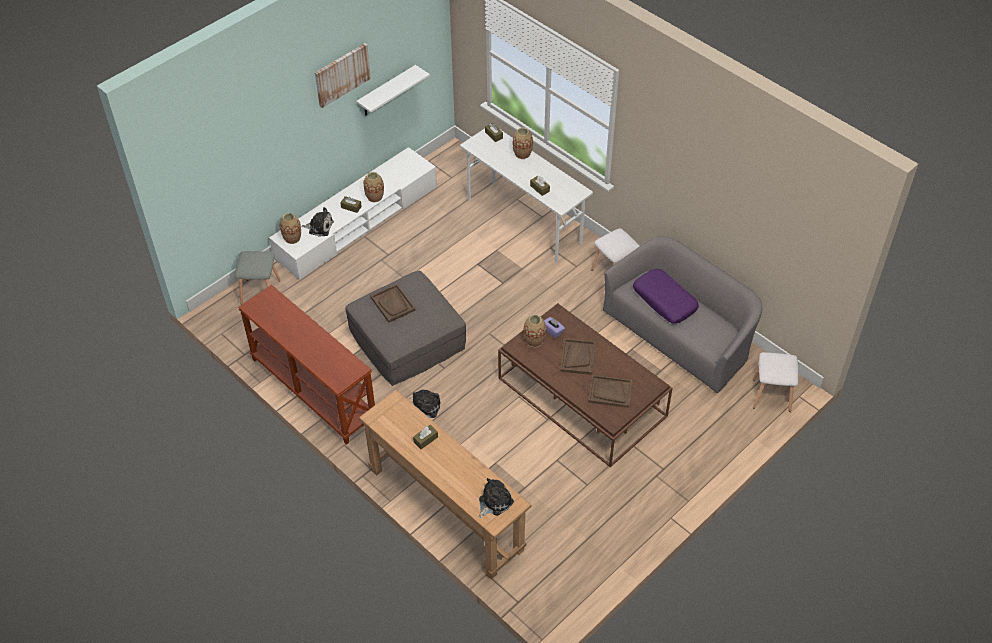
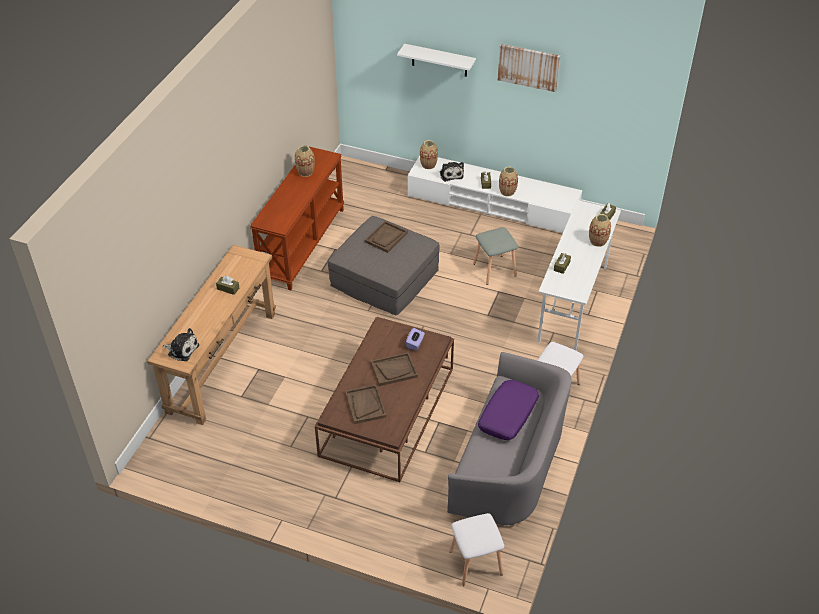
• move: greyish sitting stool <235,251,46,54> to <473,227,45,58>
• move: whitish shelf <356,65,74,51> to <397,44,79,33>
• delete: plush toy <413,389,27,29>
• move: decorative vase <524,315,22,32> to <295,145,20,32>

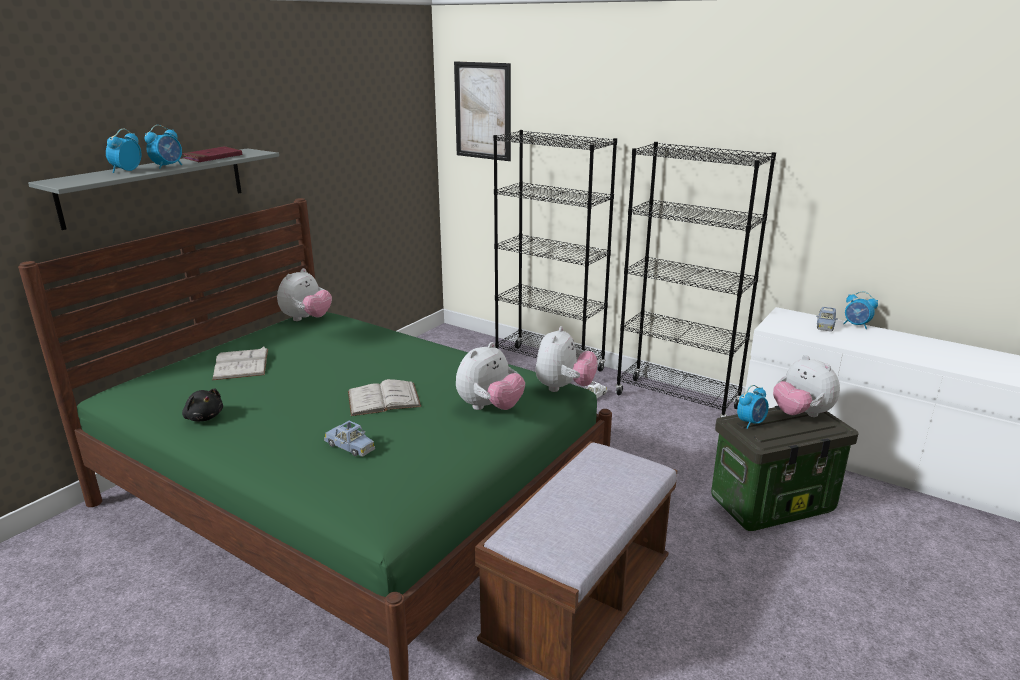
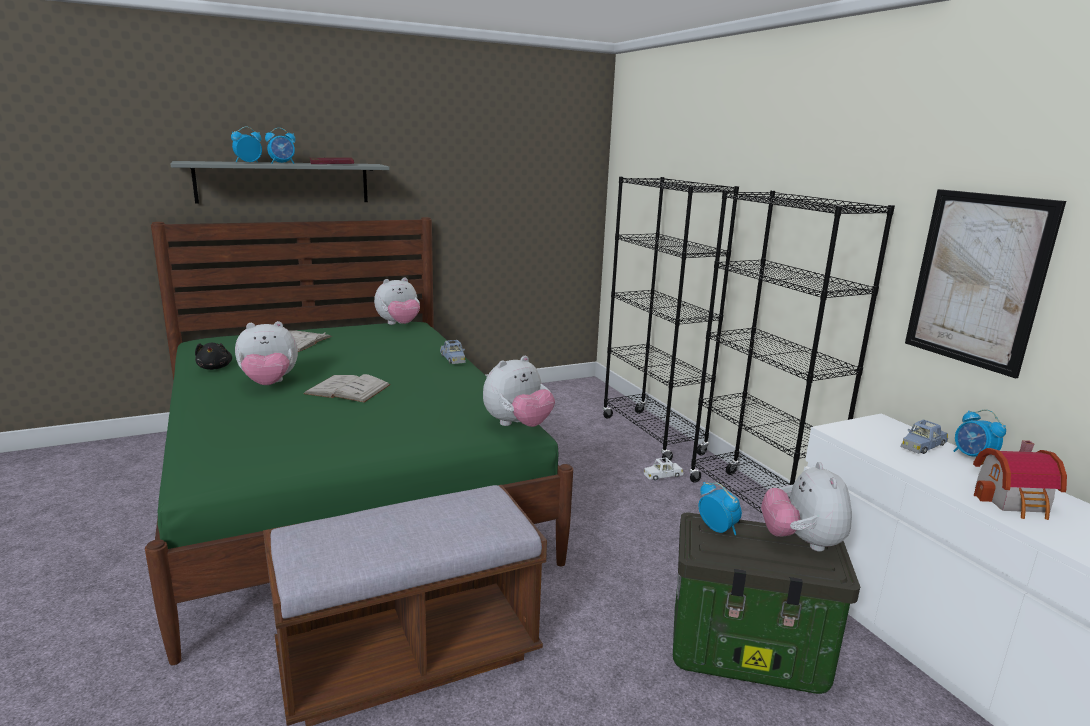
• move: blue-coloured miniature car <324,421,51,36> to <440,340,26,24>
• move: picture <454,61,57,100> to <905,189,161,190>
• move: plush toy <456,342,69,68> to <235,321,63,64>
• rotate: table clock <737,385,32,44> = <699,482,43,53> 120 degrees counterclockwise
• insert: miniature house <973,440,94,80>

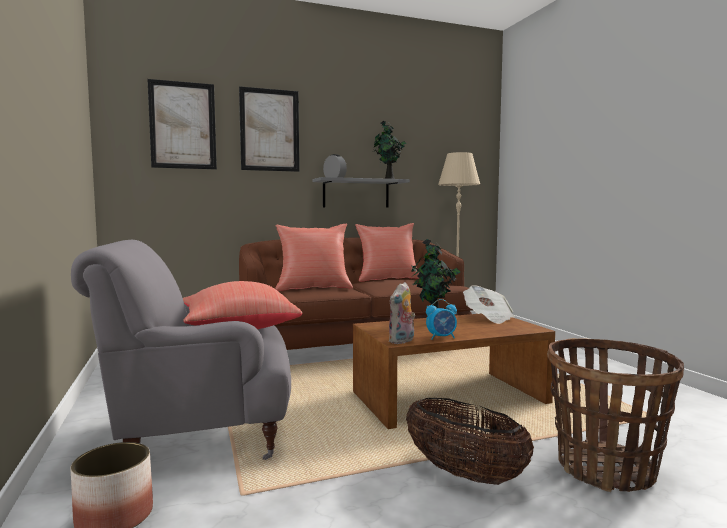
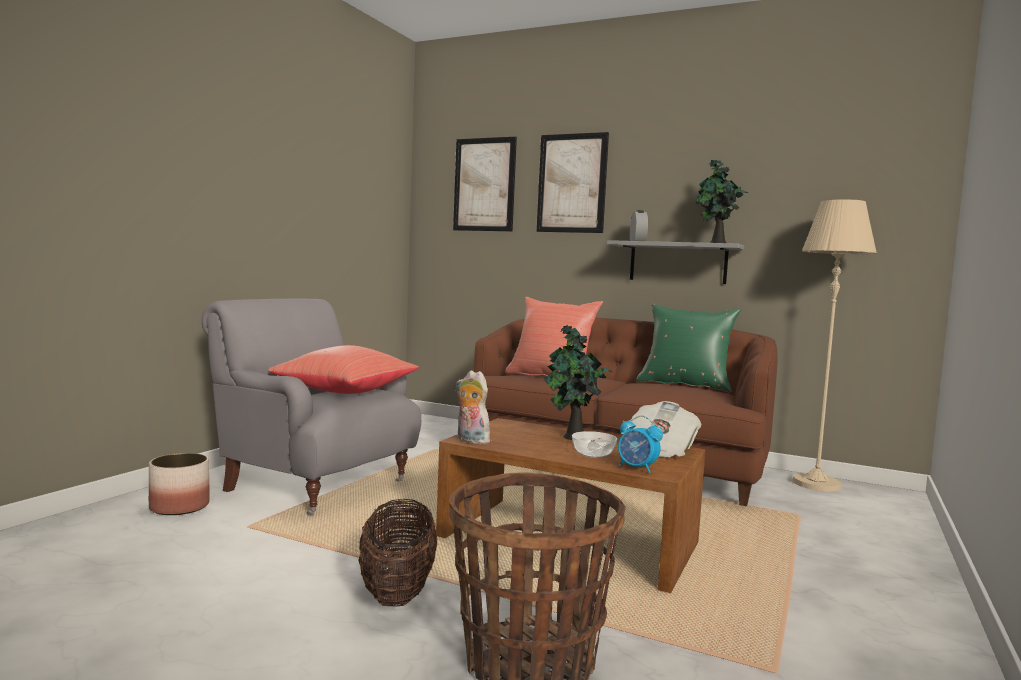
• recolor: reddish cushion <355,223,64,59> to greenish cushion <636,304,105,89>
• rotate: plush toy <389,282,26,62> = <455,370,35,74> 45 degrees clockwise
• move: table clock <426,299,31,40> to <618,416,45,57>
• insert: serving bowl <572,431,45,27>

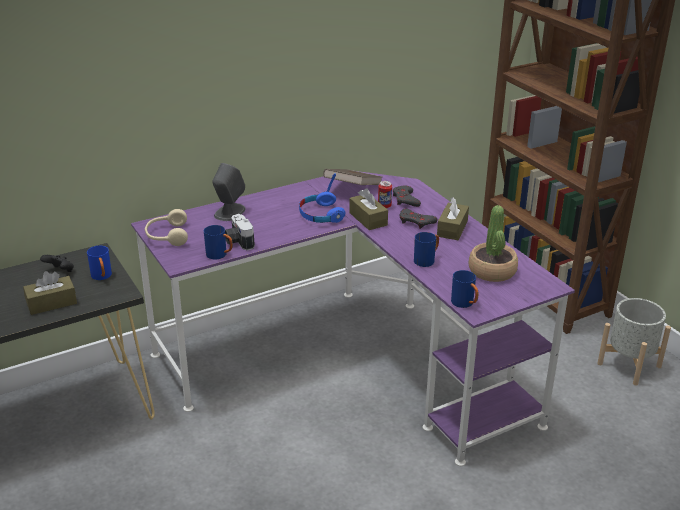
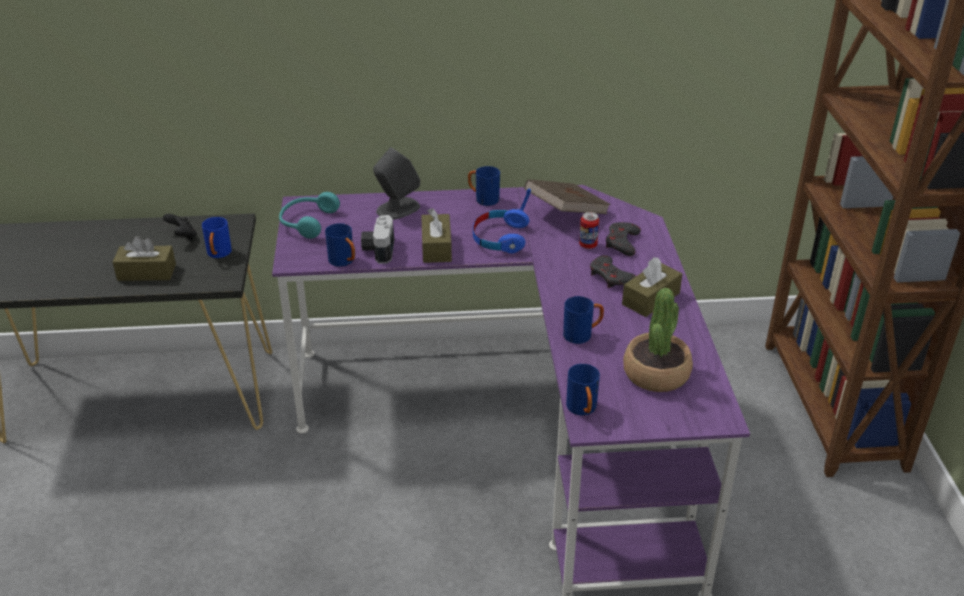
• recolor: beige-coloured headphones <145,209,43,37> to blue-green headphones <279,192,61,47>
• move: brownish tissue box <349,188,39,42> to <421,208,31,55>
• delete: greyish planter <597,298,74,87>
• insert: blue-coloured tea mug <468,166,32,40>

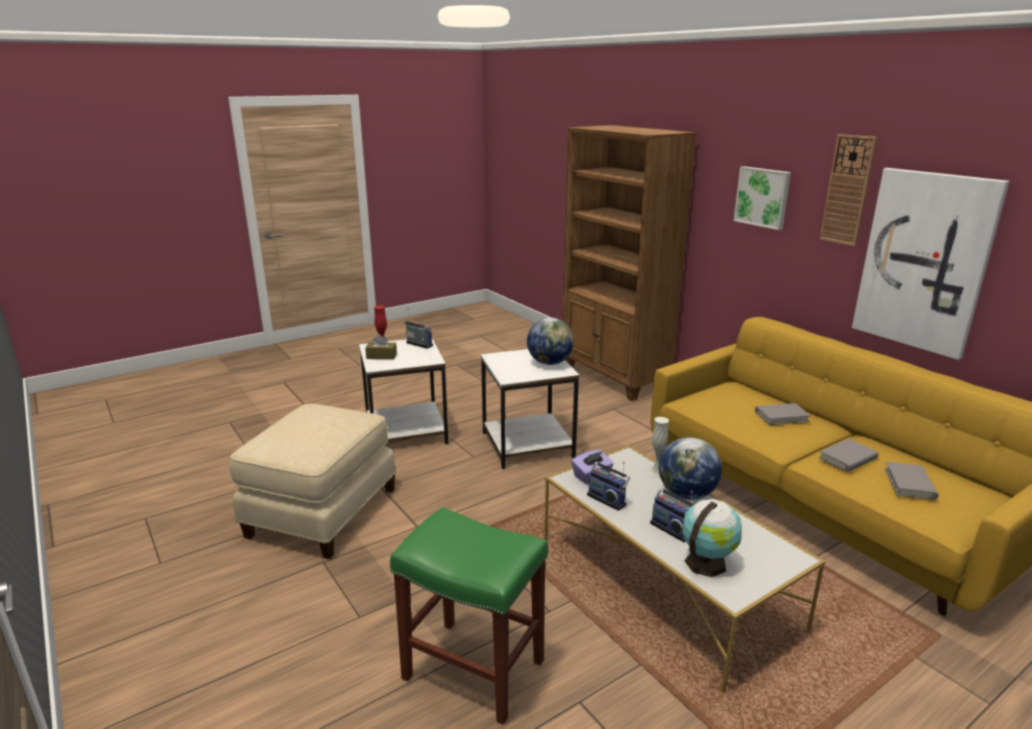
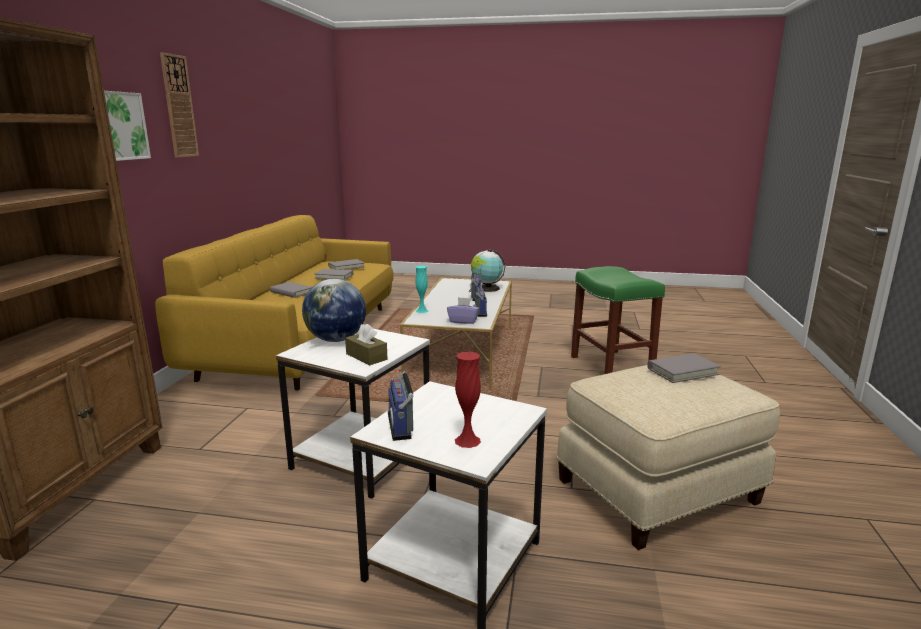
• move: brownish tissue box <365,334,32,25> to <345,323,42,42>
• recolor: whitish decorative vase <649,417,20,59> to blue-green decorative vase <415,266,14,47>
• delete: globe <659,437,63,63>
• delete: picture <852,168,158,192>
• insert: greyish volume <647,353,74,30>

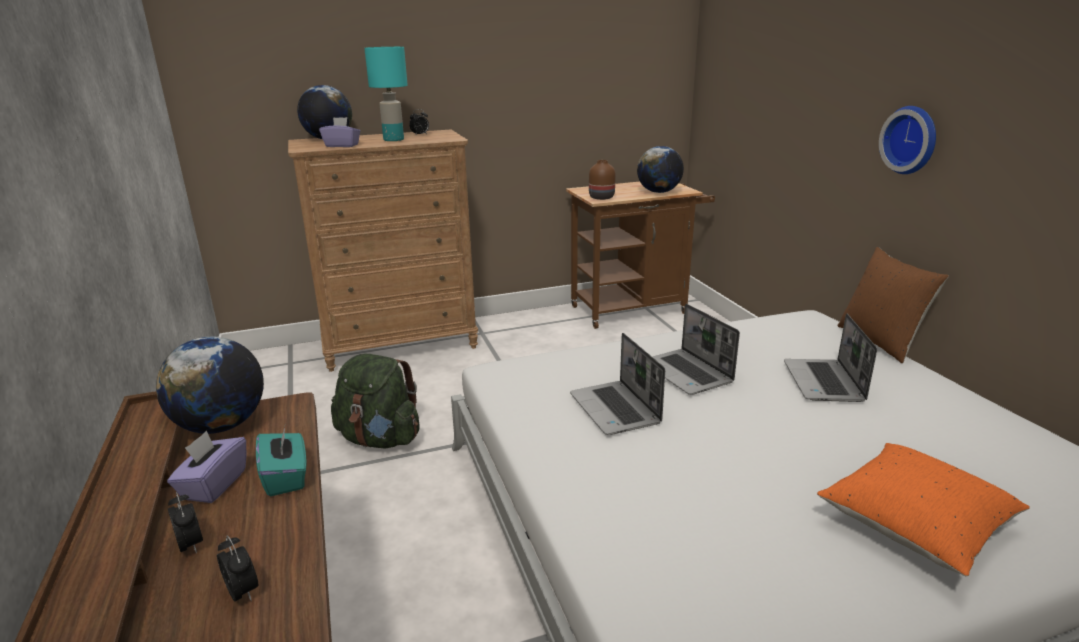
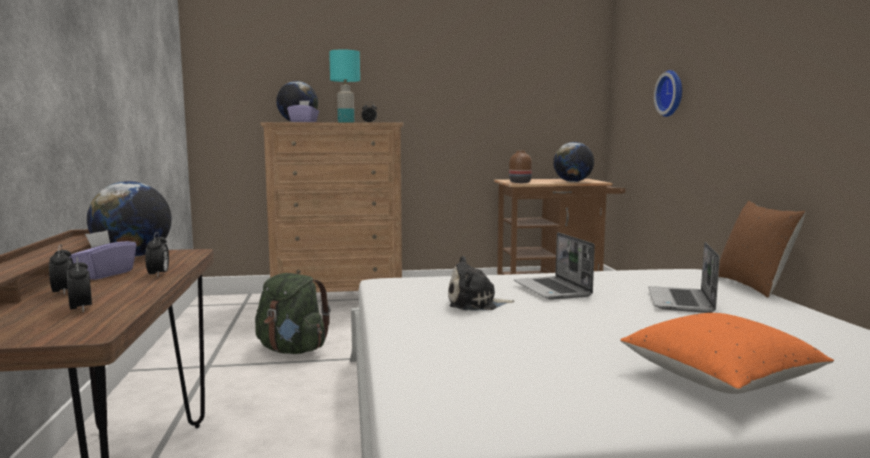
• replace: blue-green tissue box <256,427,51,69> to table clock <145,232,24,44>
• replace: notebook computer <570,333,95,102> to plush toy <448,256,67,54>
• move: hanging clock <879,106,57,68> to <654,70,28,47>

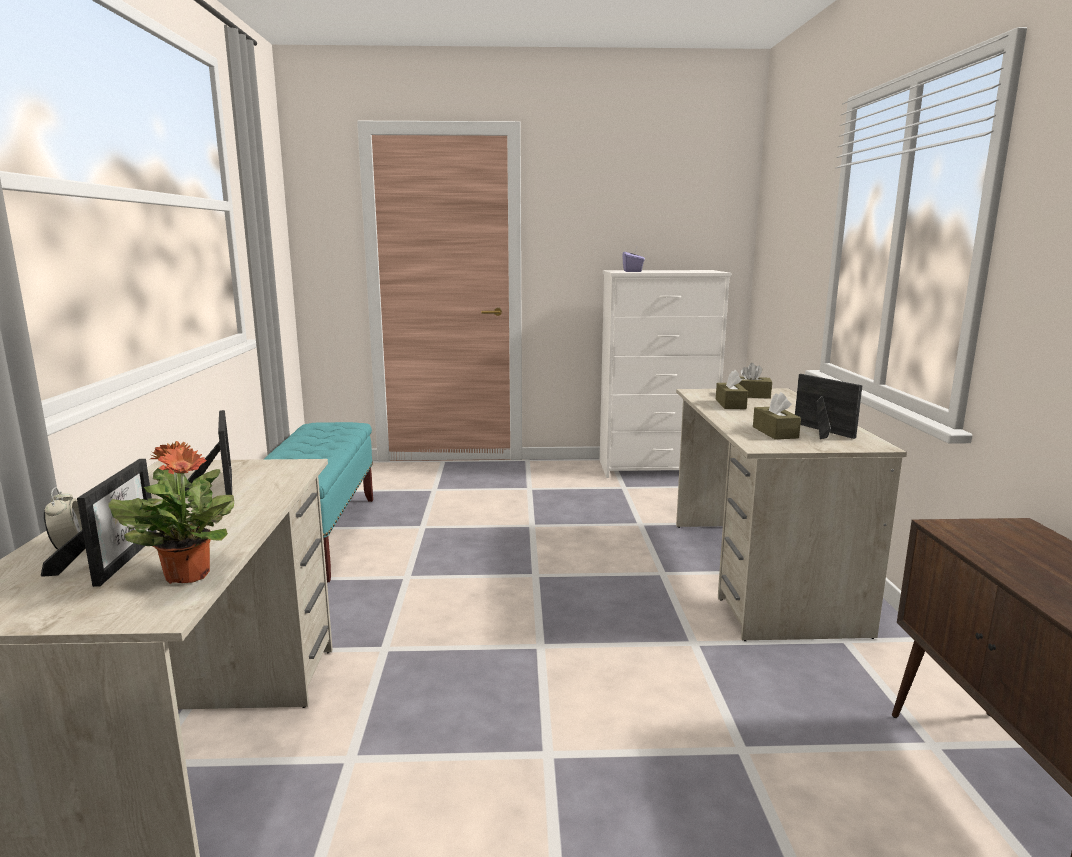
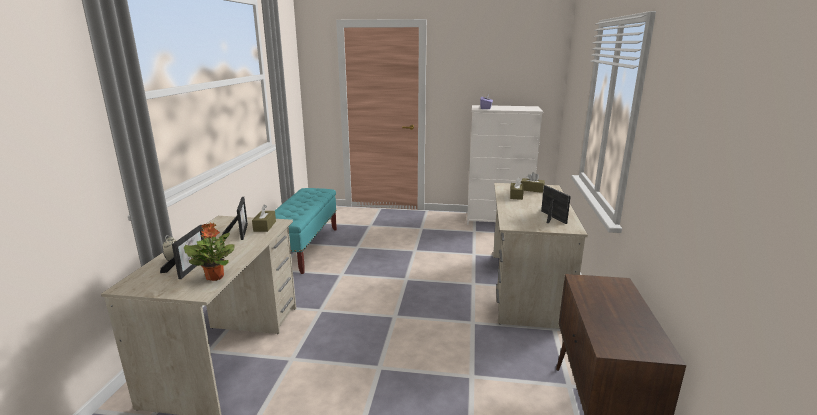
• move: brownish tissue box <753,392,48,48> to <252,204,24,28>

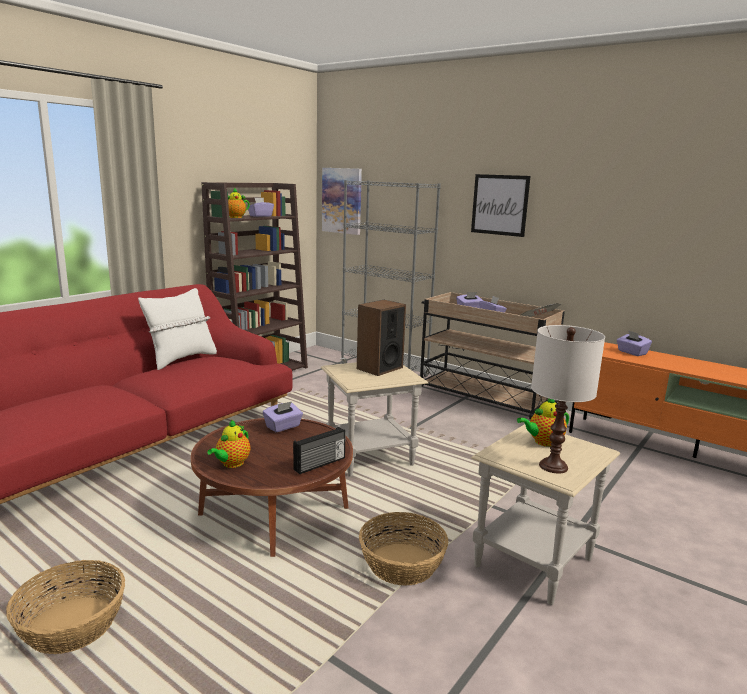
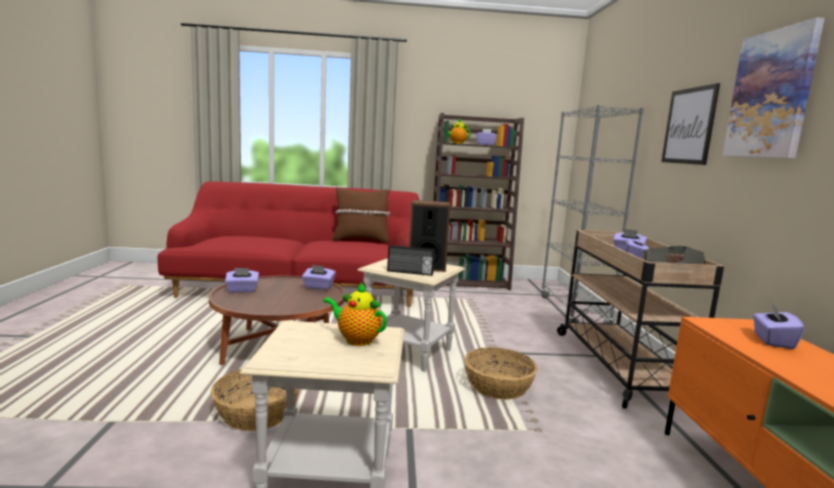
• move: storage basket <6,560,119,94> to <464,347,74,53>
• recolor: whitish cushion <138,288,79,82> to brownish cushion <333,187,57,56>
• replace: teapot <207,420,43,48> to purple tissue box <225,268,34,24>
• move: radio <293,427,53,47> to <387,245,48,31>
• move: picture <322,168,40,67> to <722,17,103,141>
• delete: whitish lamp for a table <531,325,74,148>

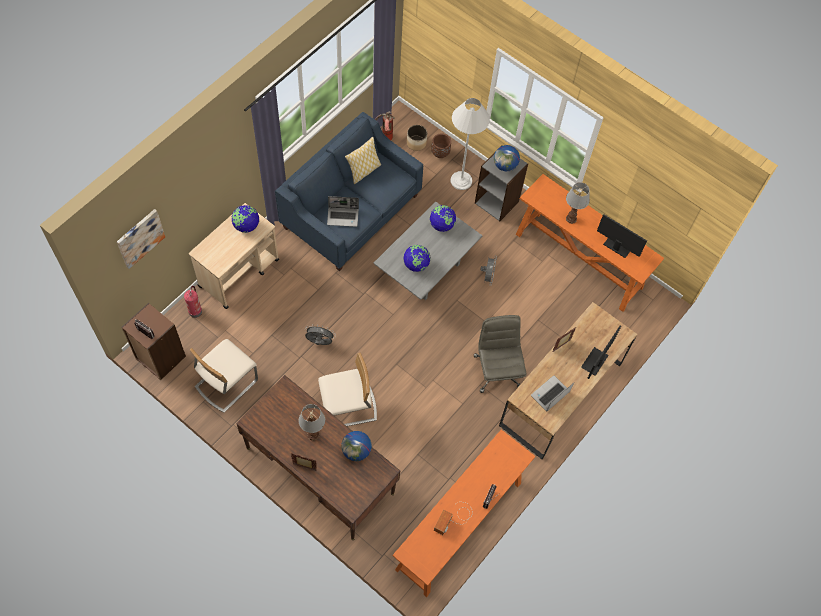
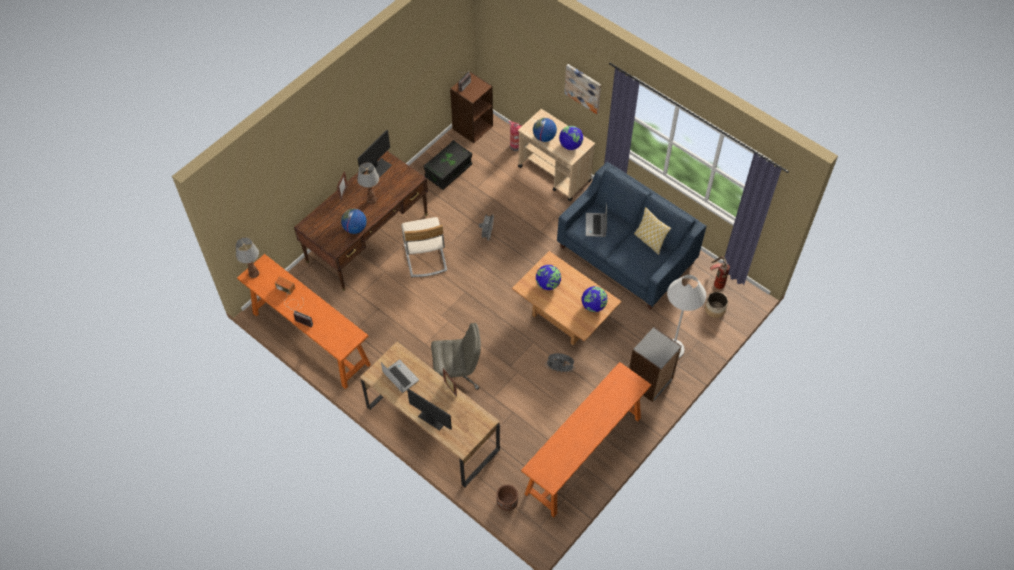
• move: picture <117,209,48,60> to <564,64,37,50>
• replace: beige-coloured plain chair <190,339,68,74> to black-coloured storage bin <423,140,49,50>
• recolor: greyish coffee table <374,201,109,99> to brownish coffee table <512,251,110,94>
• move: brownish planter <431,133,20,25> to <496,485,22,26>
• move: globe <494,145,26,26> to <533,118,24,24>
• move: lamp for a table <566,182,24,42> to <236,238,23,40>
• move: monitor <597,214,50,44> to <357,130,35,48>

